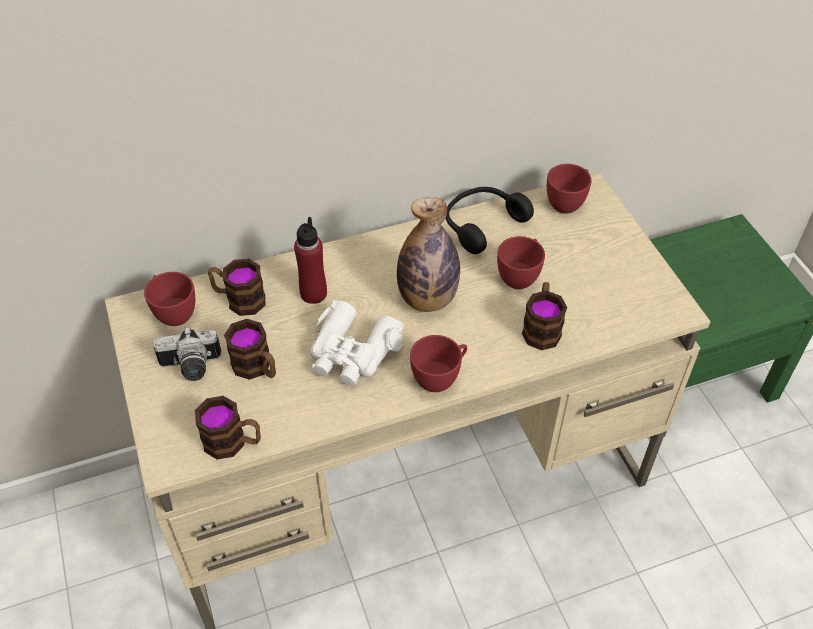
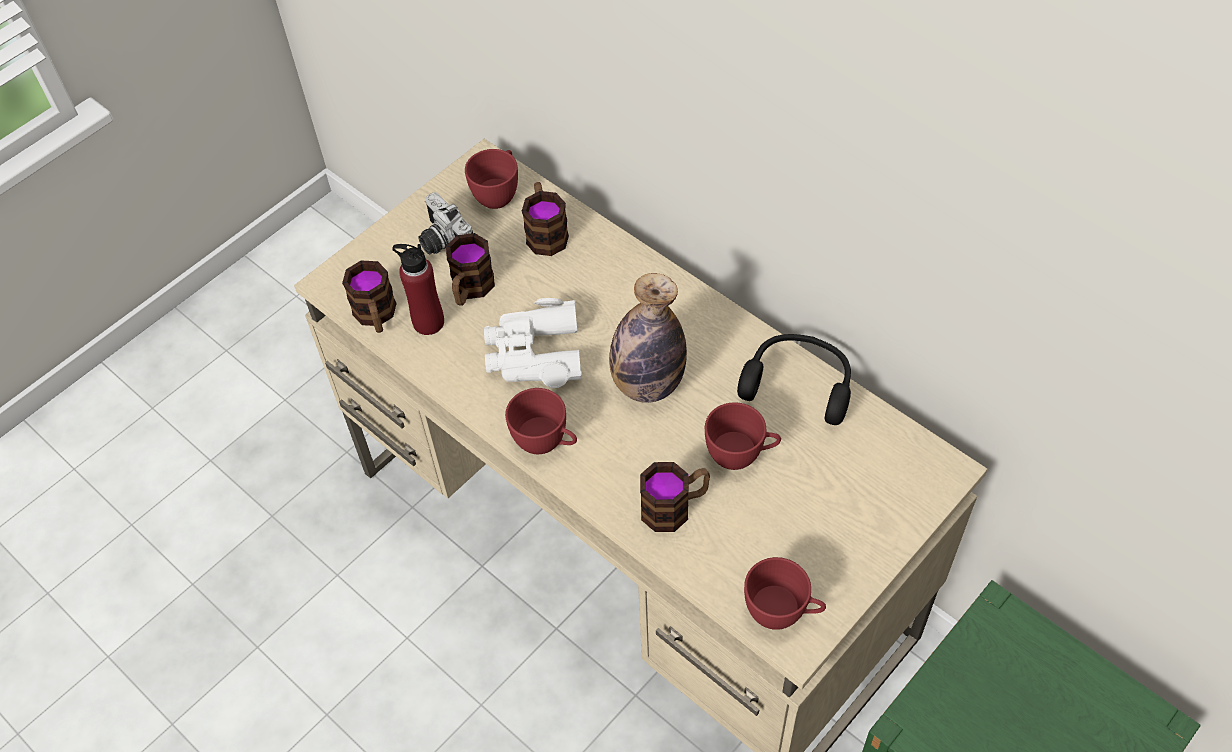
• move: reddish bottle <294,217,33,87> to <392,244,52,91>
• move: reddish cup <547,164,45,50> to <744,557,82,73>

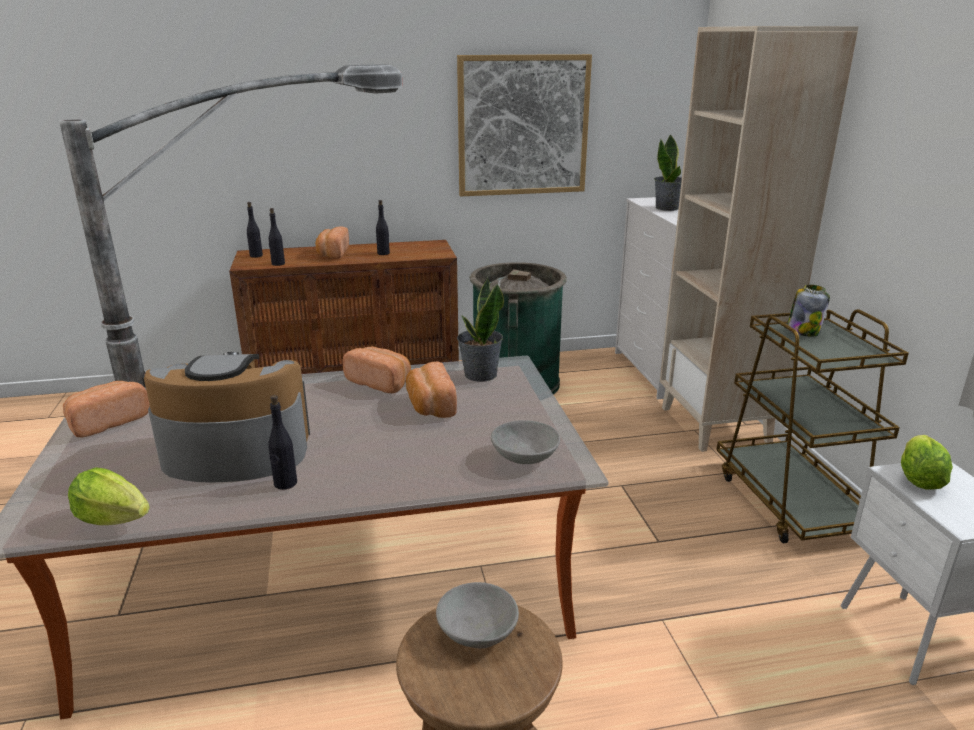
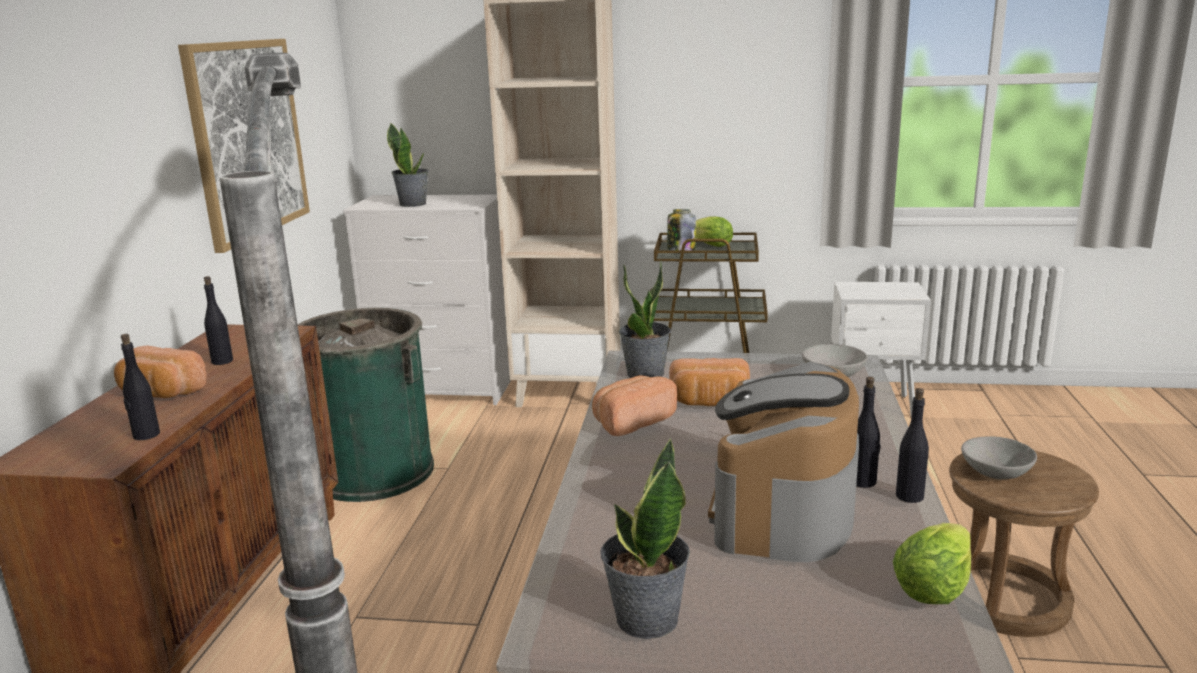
• replace: baked bread <63,381,87,56> to potted plant <600,437,90,202>
• move: black-coloured bottle <247,202,16,56> to <896,388,33,115>
• move: head of lettuce <901,435,52,55> to <696,216,37,31>

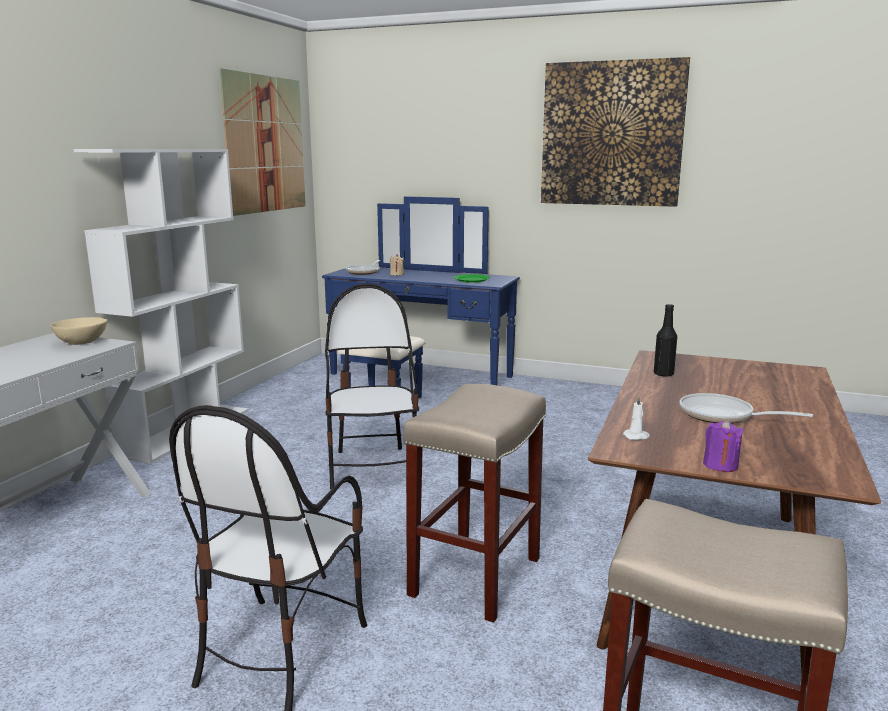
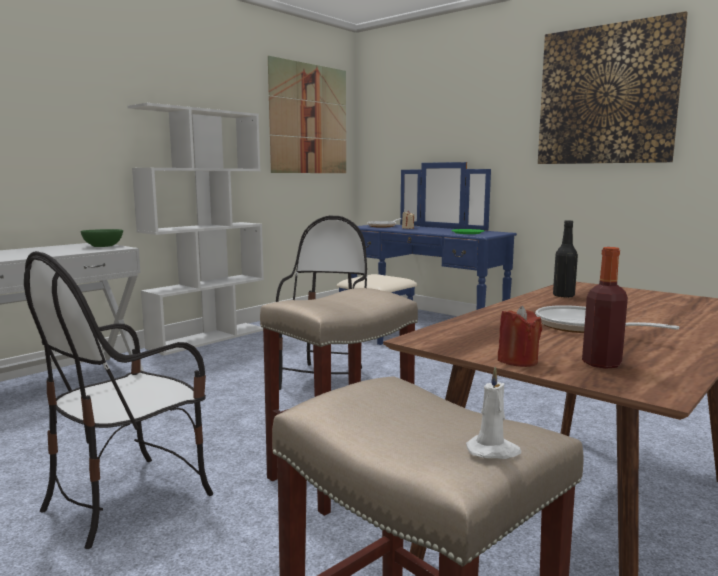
• recolor: beige-coloured serving bowl <51,317,56,28> to greenish serving bowl <80,229,43,18>
• move: whitish candle <623,395,27,45> to <466,366,55,93>
• recolor: purple candle <703,420,41,52> to reddish candle <498,306,44,61>
• insert: bottle <582,247,46,122>

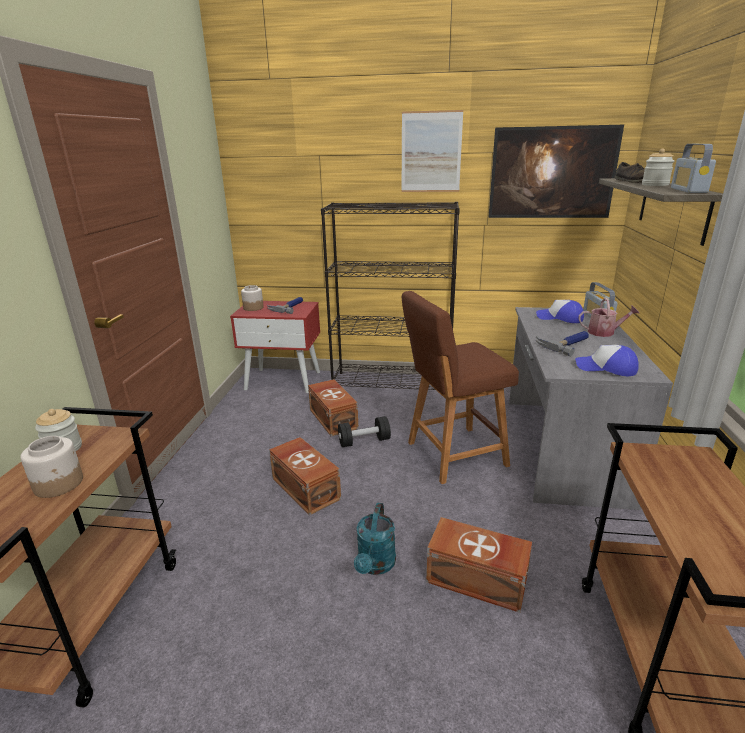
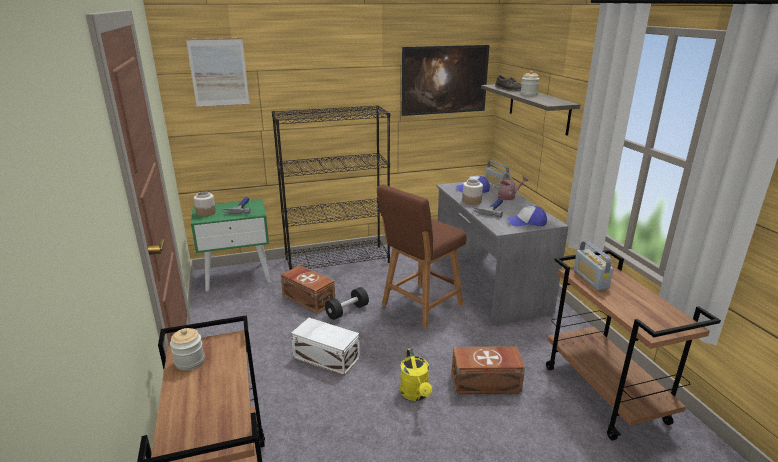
• move: jar <20,436,63,62> to <462,179,21,26>
• recolor: reddish nightstand <230,301,90,92> to greenish nightstand <191,199,80,92>
• recolor: brownish storage bin <269,437,72,78> to whitish storage bin <291,318,69,58>
• recolor: blue-green watering can <354,503,42,72> to yellow-coloured watering can <400,348,32,53>
• move: picture <401,110,62,82> to <186,38,64,70>
• move: radio <671,144,45,49> to <574,241,39,49>

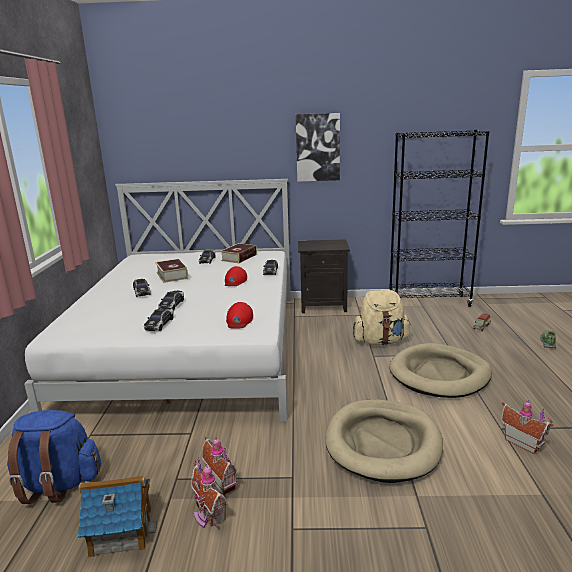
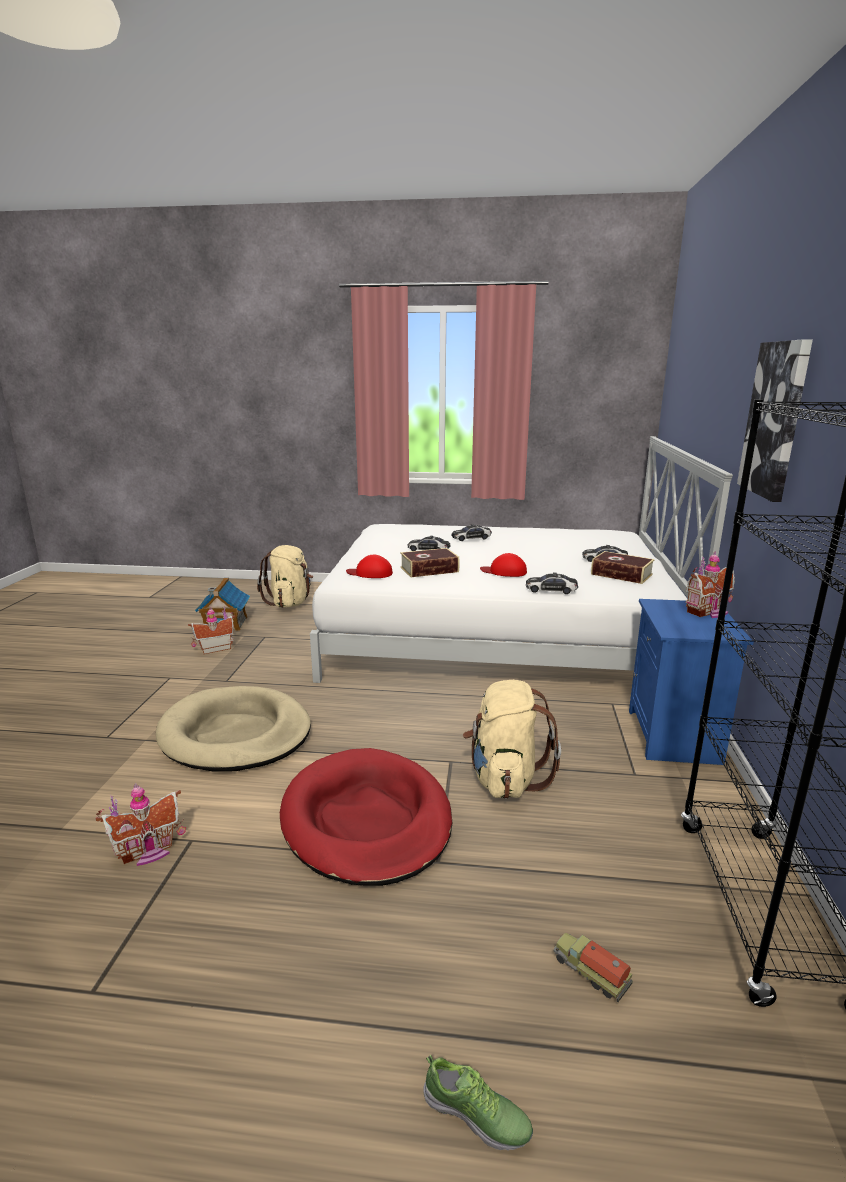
• recolor: blue-coloured knapsack <7,410,94,94> to beige-coloured knapsack <257,545,56,63>
• delete: miniature car <144,308,30,23>
• move: volume <155,259,33,24> to <400,548,59,29>
• move: miniature house <202,437,35,58> to <686,551,49,67>
• recolor: black-coloured nightstand <298,239,52,74> to blue-coloured nightstand <629,599,125,166>
• recolor: beige-coloured dog bed <389,343,103,55> to reddish dog bed <280,748,172,138>

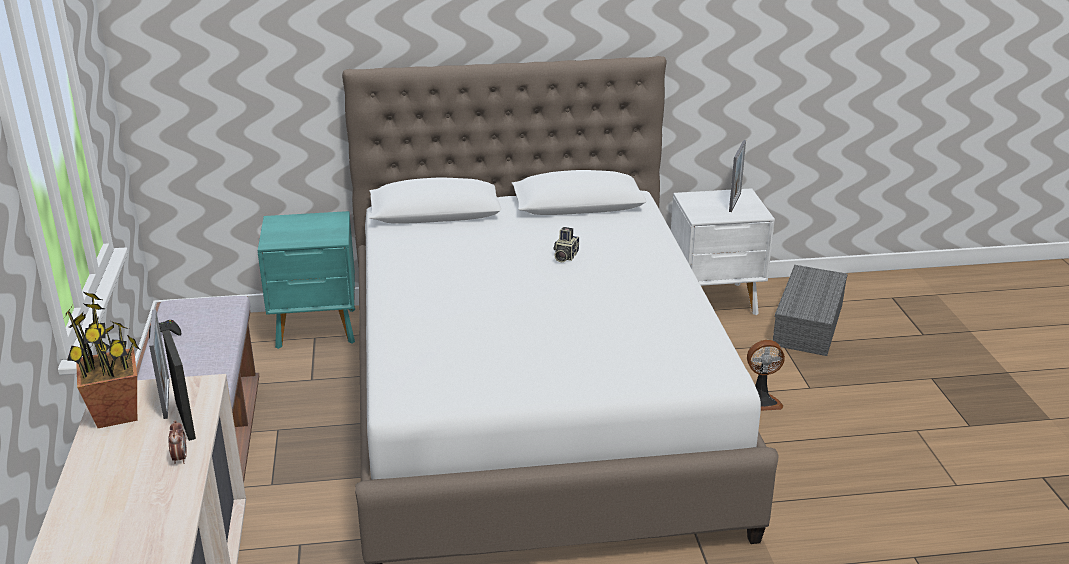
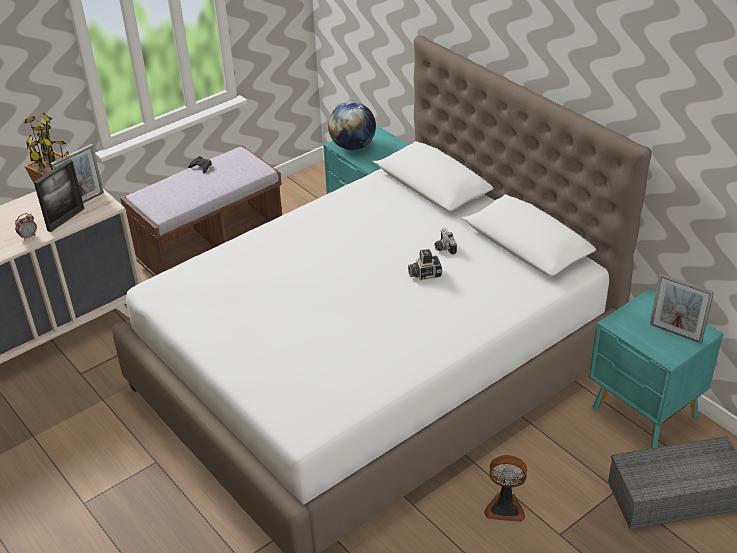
• recolor: whitish nightstand <671,188,104,127> to blue-green nightstand <589,289,134,159>
• rotate: photo frame <729,140,17,72> = <650,273,64,70> 45 degrees clockwise
• rotate: cooling fan <747,340,38,71> = <484,455,43,67> 45 degrees counterclockwise
• insert: globe <328,102,48,48>
• insert: photo camera <434,228,23,27>

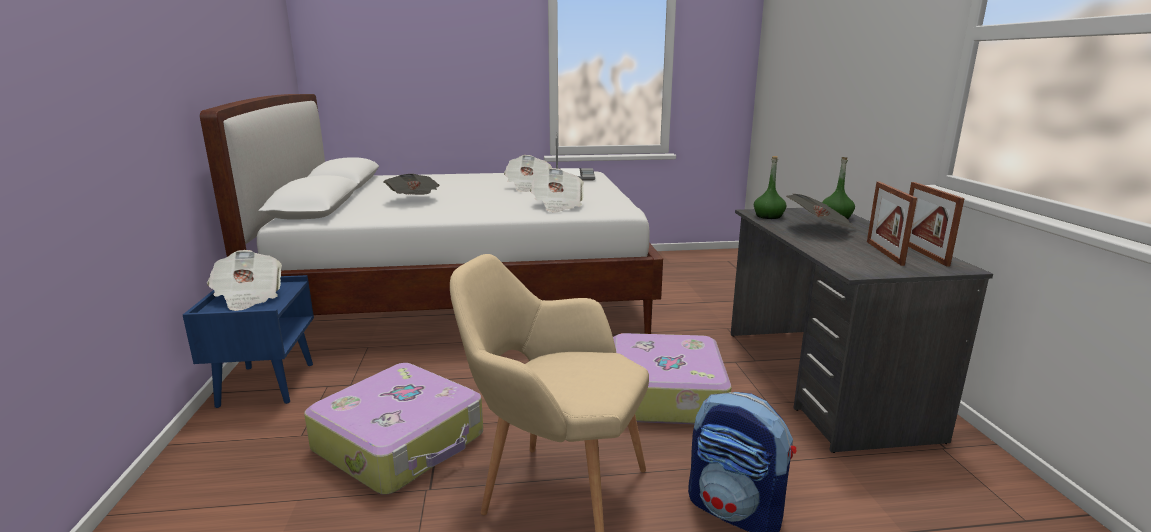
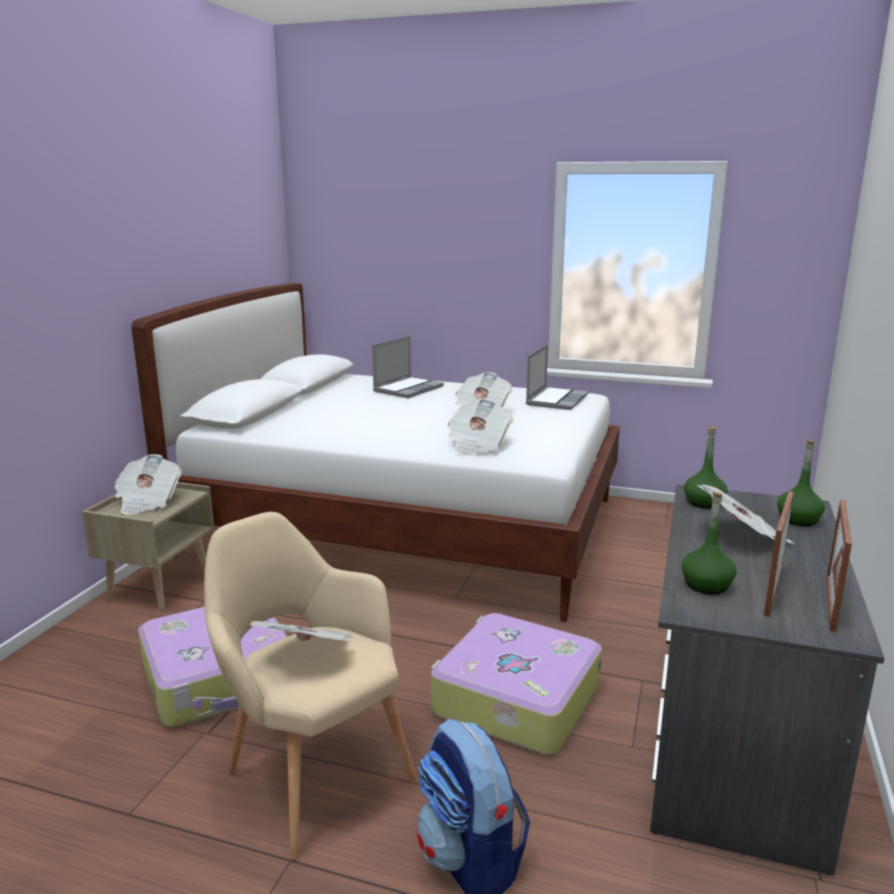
• recolor: blue-coloured nightstand <183,275,131,133> to beige-coloured nightstand <82,482,132,129>
• move: newspaper <383,174,56,21> to <250,621,103,21>
• insert: notebook computer <372,336,72,62>
• insert: greenish bottle <682,492,55,102>

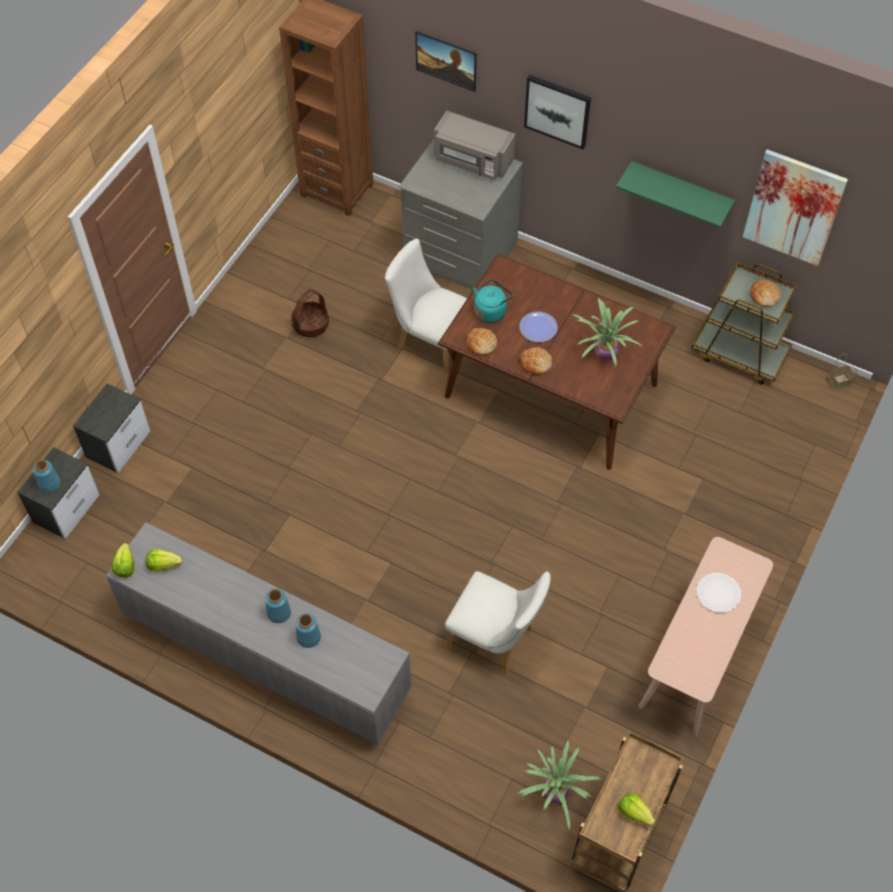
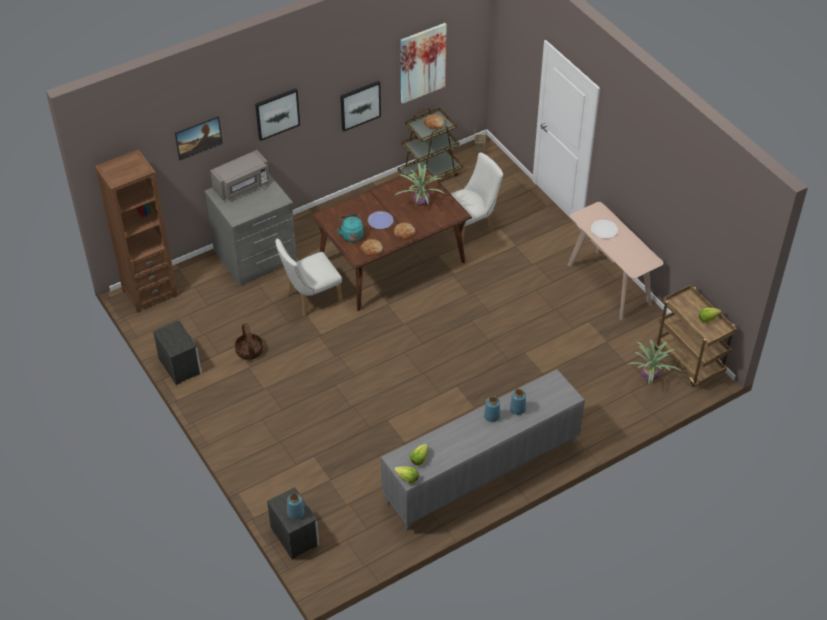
• move: nightstand <73,383,77,90> to <153,320,48,65>
• move: whitish plain chair <445,571,106,103> to <451,152,52,90>
• replace: greenish shelf <616,161,119,67> to picture <340,81,41,50>

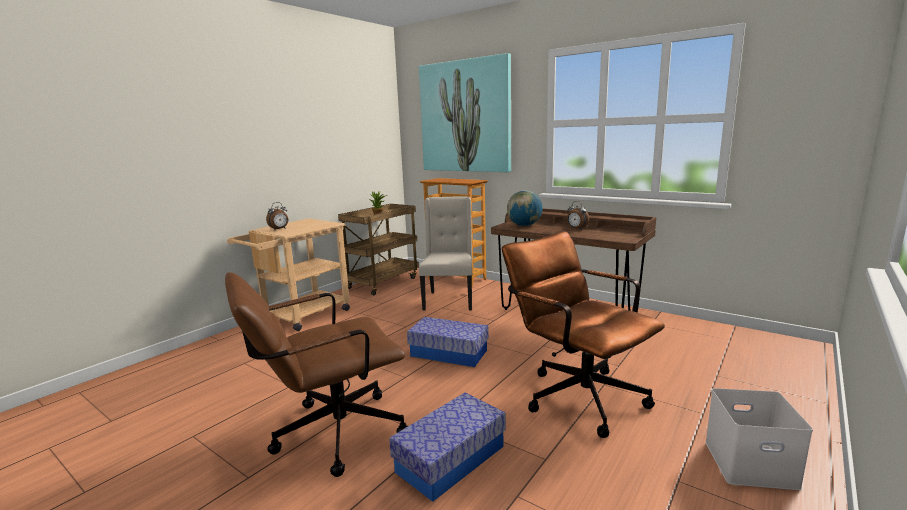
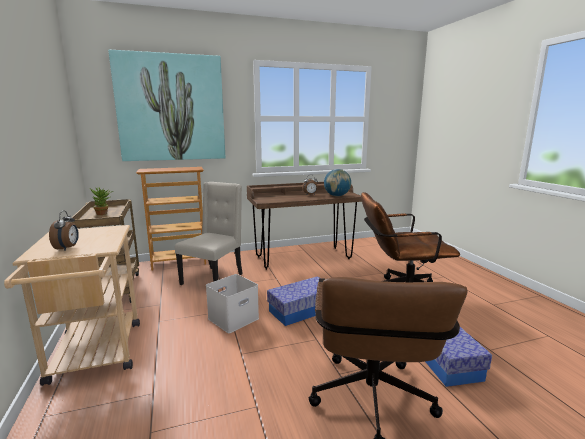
• rotate: beige-coloured plain chair <419,196,53,115> = <175,182,67,110> 75 degrees clockwise
• move: globe <507,190,36,36> to <324,169,27,27>
• move: whitish storage bin <705,388,108,102> to <206,274,53,59>

